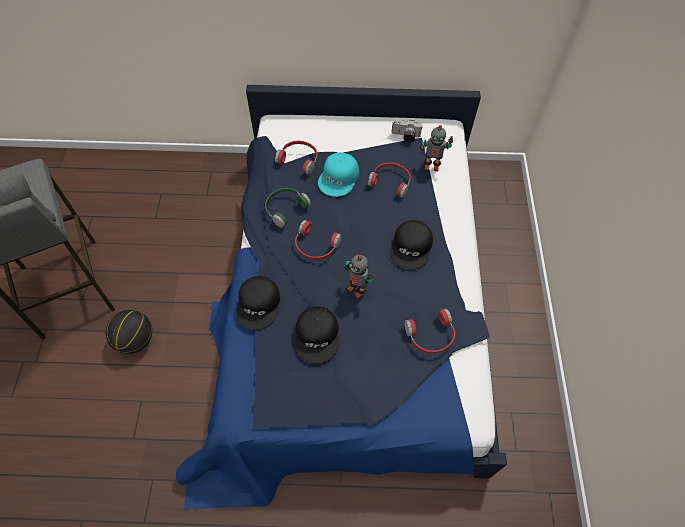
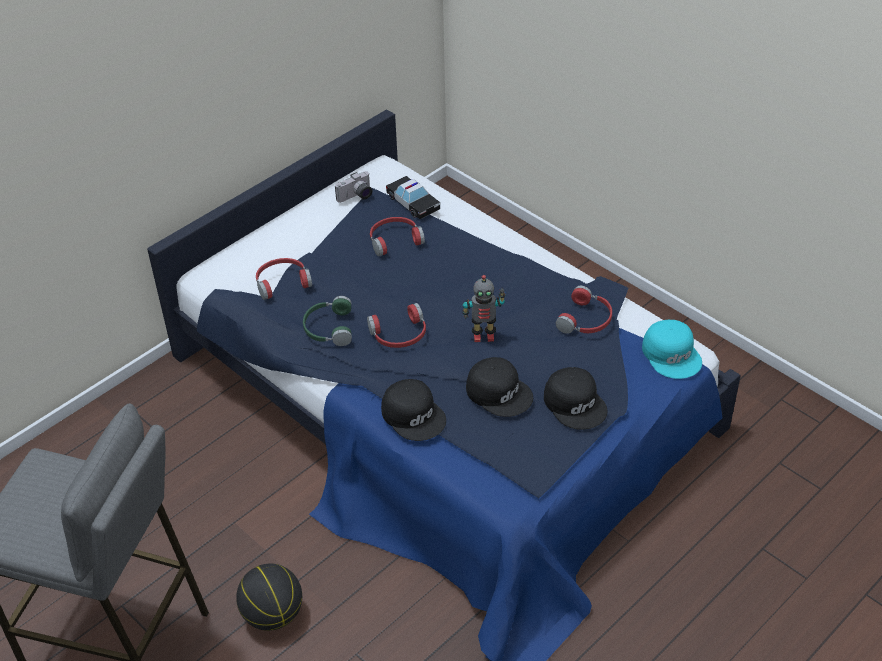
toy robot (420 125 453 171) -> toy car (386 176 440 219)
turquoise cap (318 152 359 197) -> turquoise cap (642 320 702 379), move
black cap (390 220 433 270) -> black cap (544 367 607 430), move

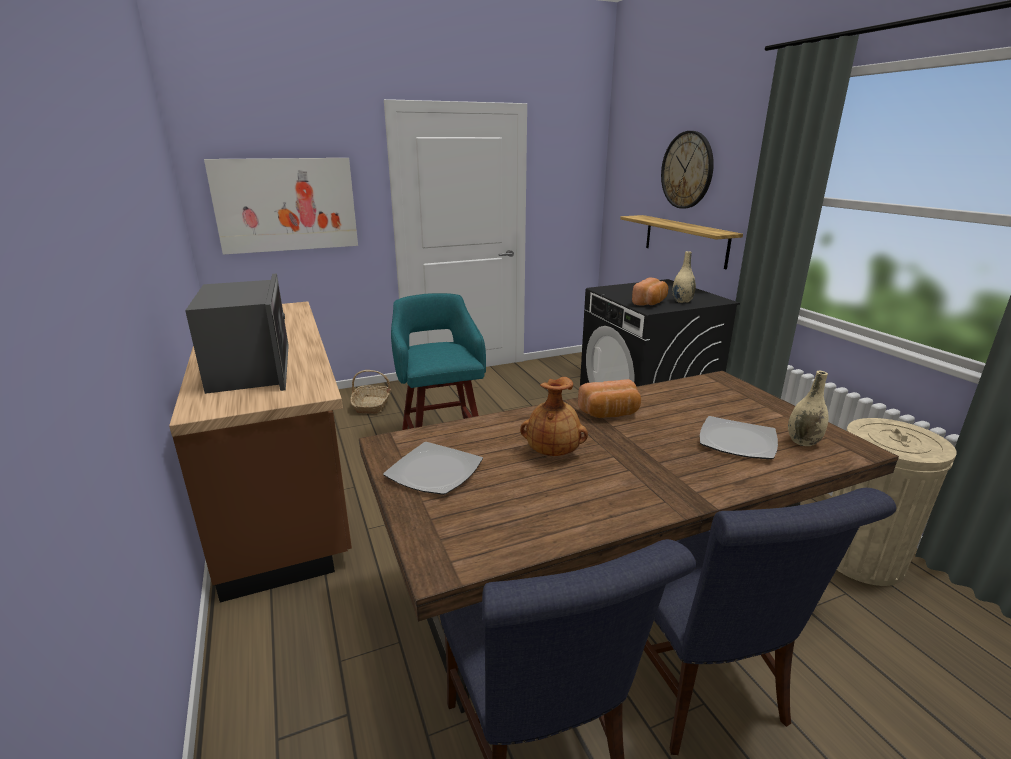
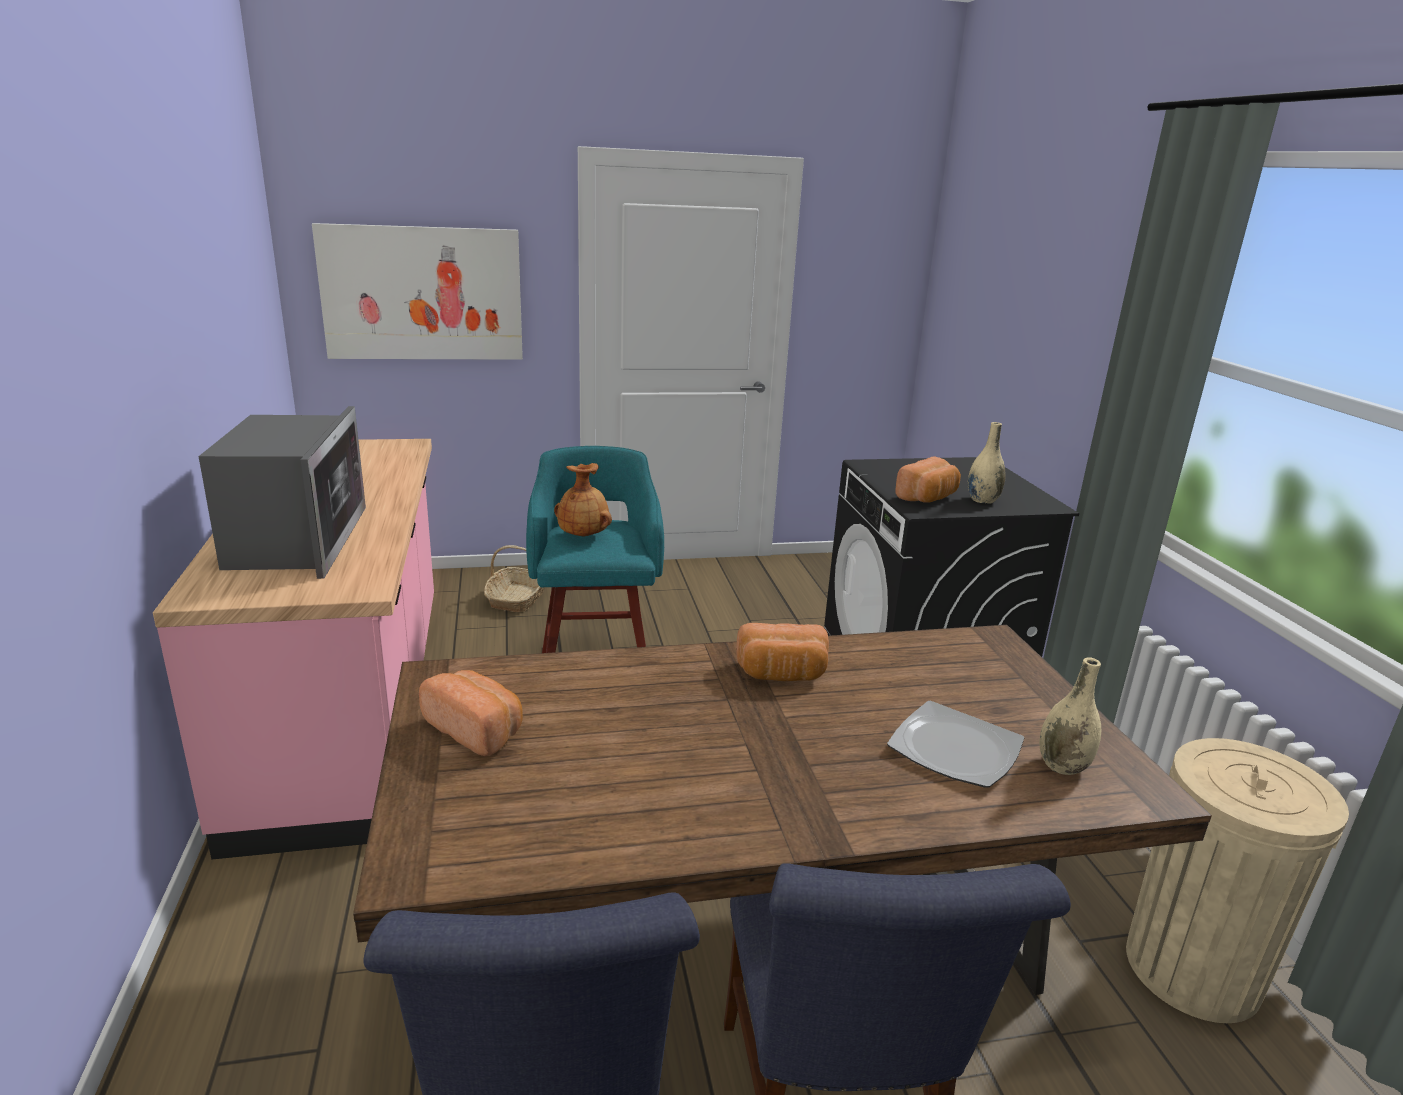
wall clock (661 131 714 209) -> none
shelf (620 215 743 269) -> none
brown counter (169 301 352 602) -> pink counter (153 439 434 860)
brown vase (520 377 588 456) -> brown vase (554 463 612 537), move
plate (383 442 483 495) -> bread (419 670 523 756)

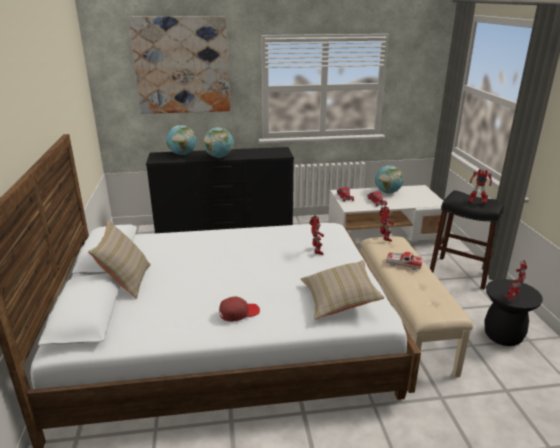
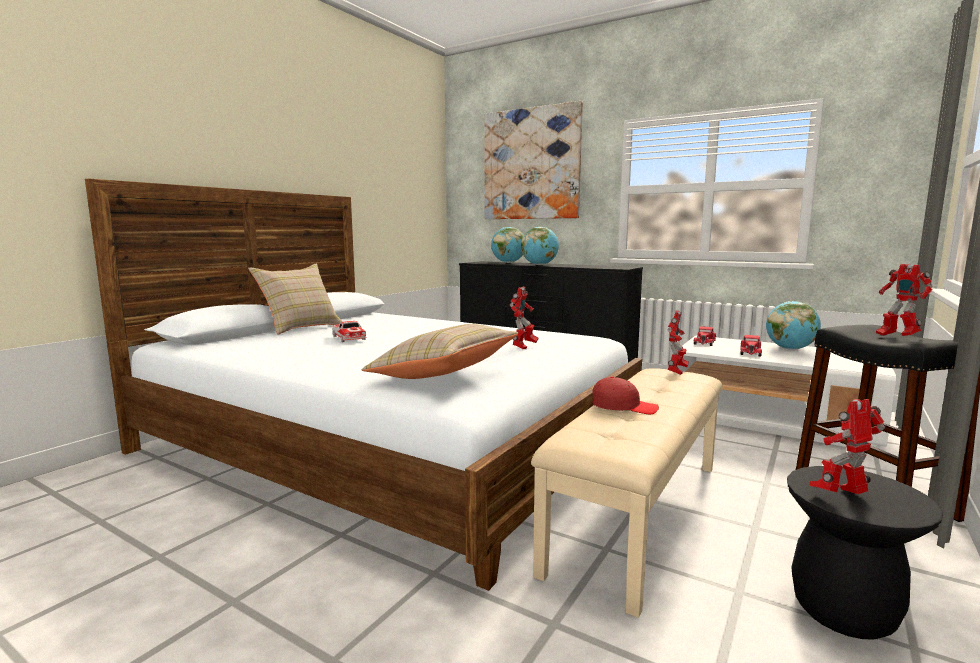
toy car (386 252 423 270) -> toy car (332 321 367 342), move
red cap (219 297 260 322) -> red cap (592 376 659 414), move

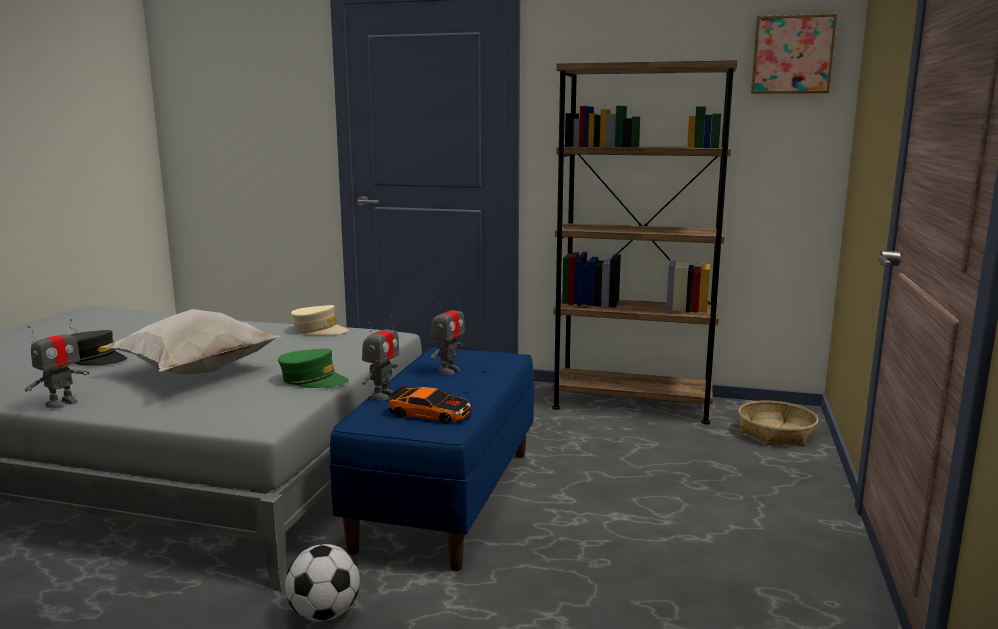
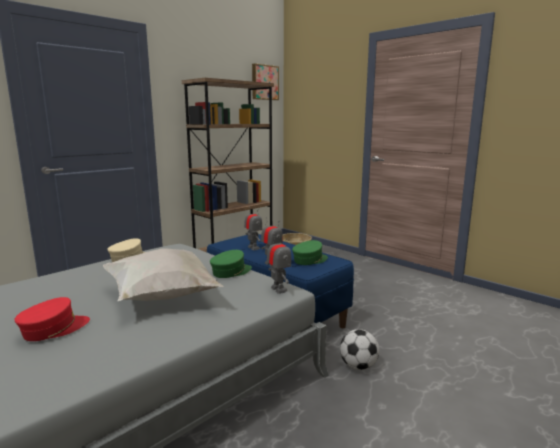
toy robot (25 319 89 409) -> toy robot (267 236 291 294), move
grey cap (70 330 127 366) -> red cap (15 297 90 341)
toy car (388 386 471 424) -> green cap (292 240 328 265)

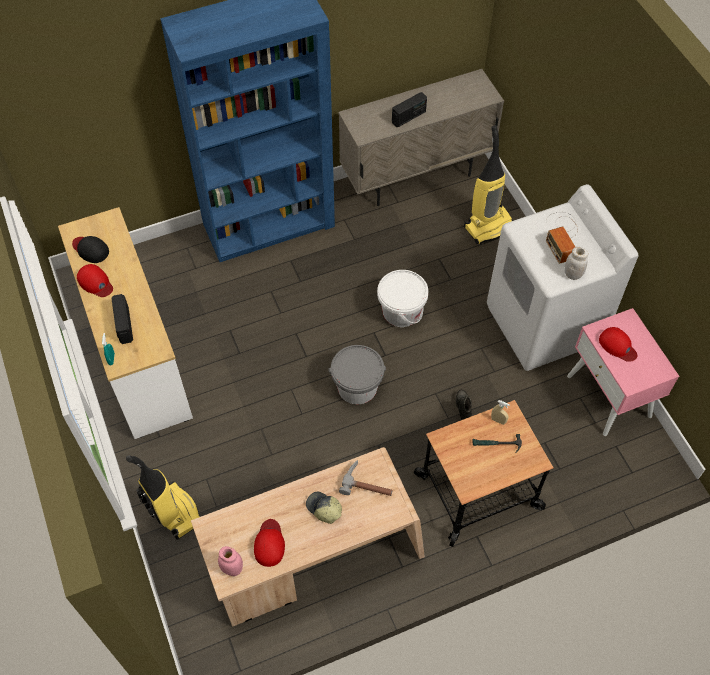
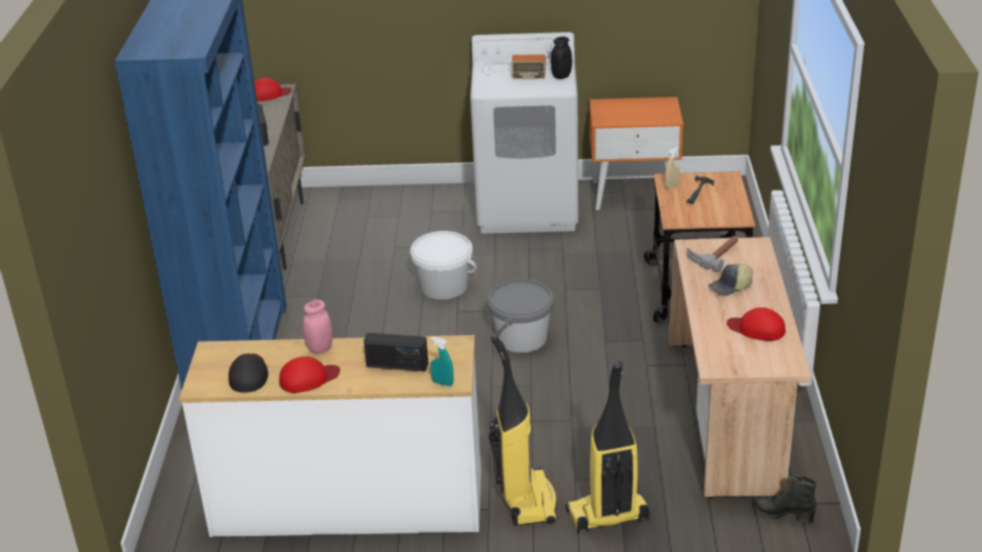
vacuum cleaner (464 125 514 244) -> vacuum cleaner (489 334 557 526), move
black cap (72 236 109 263) -> black cap (228 354 268 393), 120 degrees clockwise
white jar (564 247 588 280) -> black jar (551 37 572 79)
pink nightstand (567 308 679 436) -> orange nightstand (589 97 683 210)
red cap (599 327 637 362) -> red cap (254 78 292 101), move
black boot (456 390 472 420) -> black boot (753 475 817 524), move
pink jar (218 546 243 576) -> pink jar (303 300 333 354), move

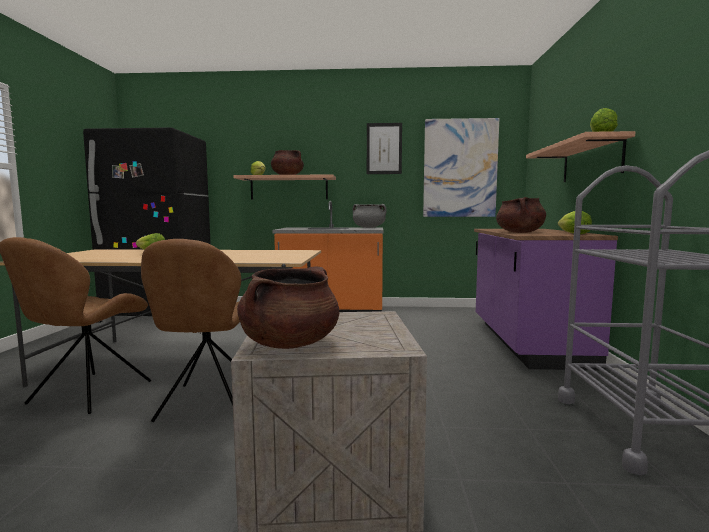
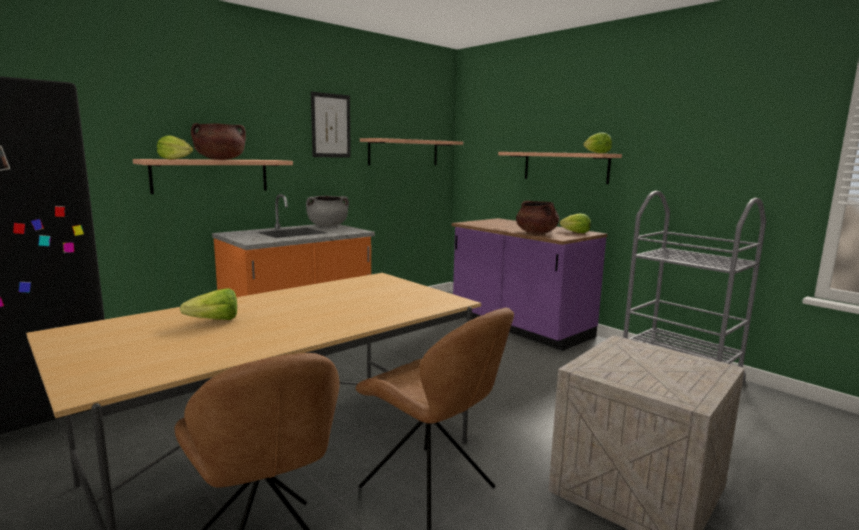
picture (423 118 500 217) -> shelf (360 138 463 165)
brown cooking pot (237 266 339 349) -> none

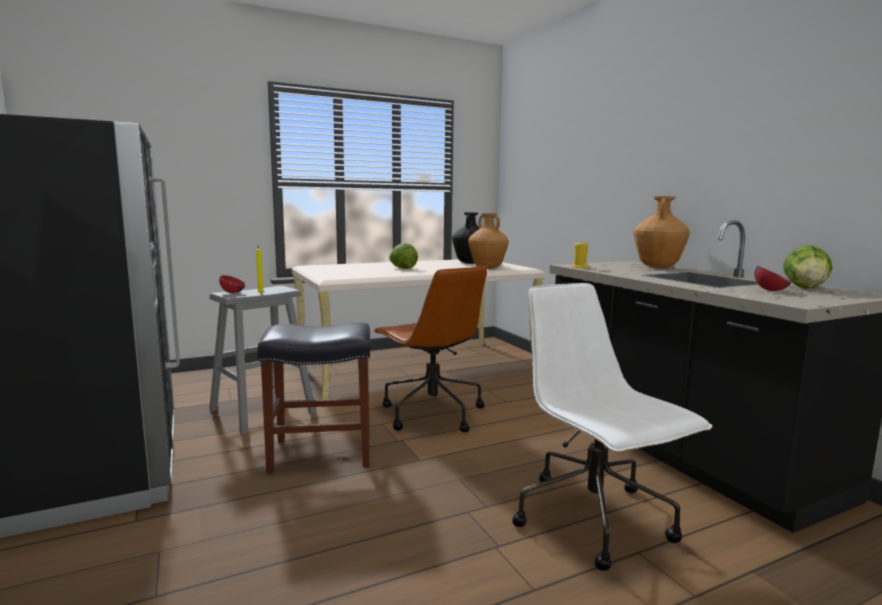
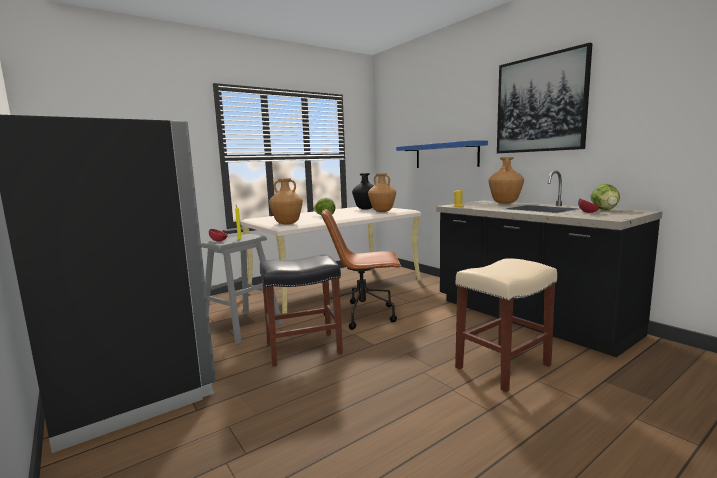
brown office chair (373 266 487 432) -> brown office chair (321 209 401 330), 135 degrees clockwise
white office chair (512 283 713 571) -> beige stool (455 258 557 392)
none -> picture (497 43 593 153)
none -> blue shelf (396 140 488 168)
none -> brown vase (269 178 303 225)

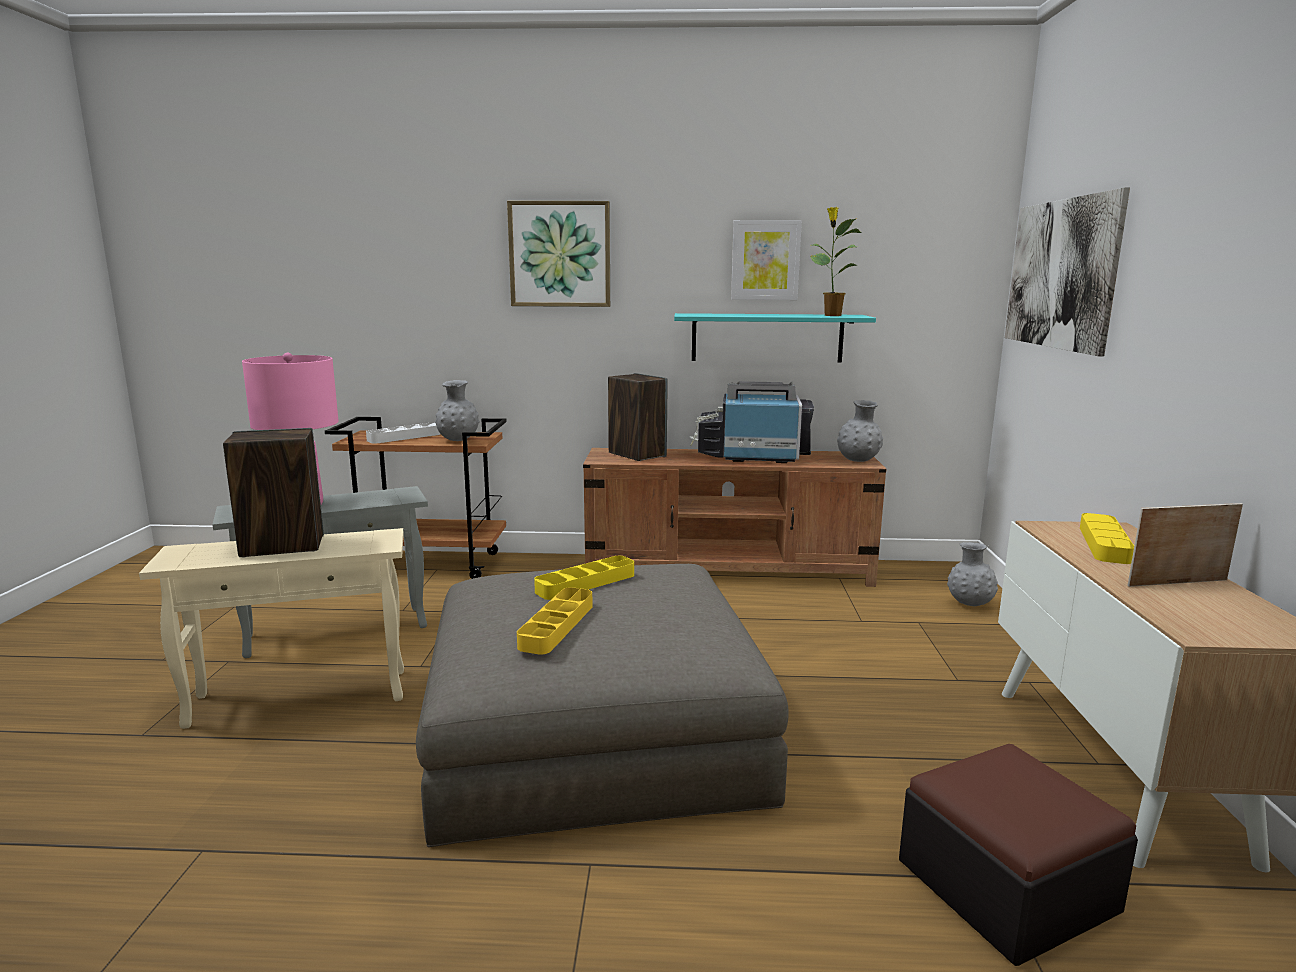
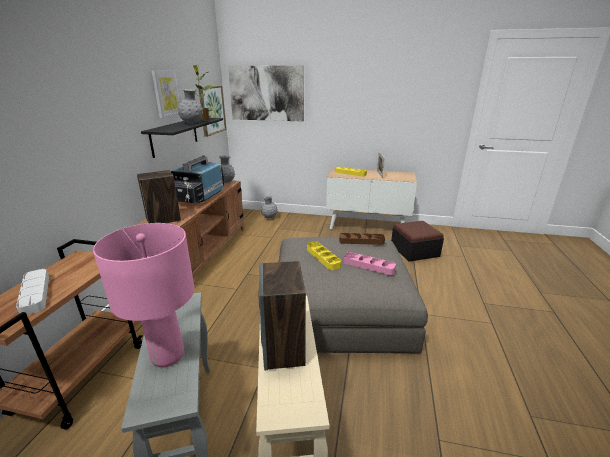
picture (507 201 610 307) -> picture (198 86 226 137), move
turquoise shelf (674 313 876 362) -> black shelf (141 118 223 158)
grey vase (435 380 480 441) -> grey vase (178 89 203 124), move
yellow tray (517 587 593 655) -> pink tray (344 252 396 275)
none -> brown tray (339 233 385 245)

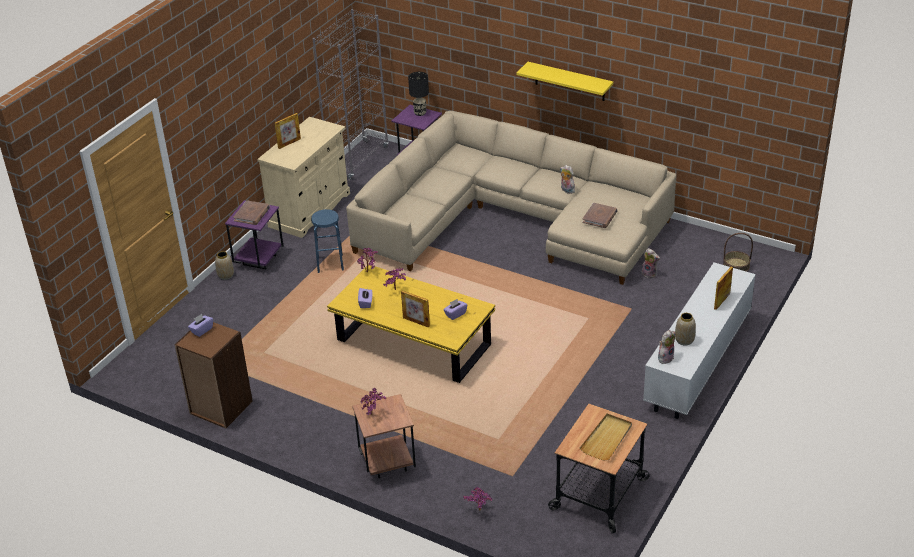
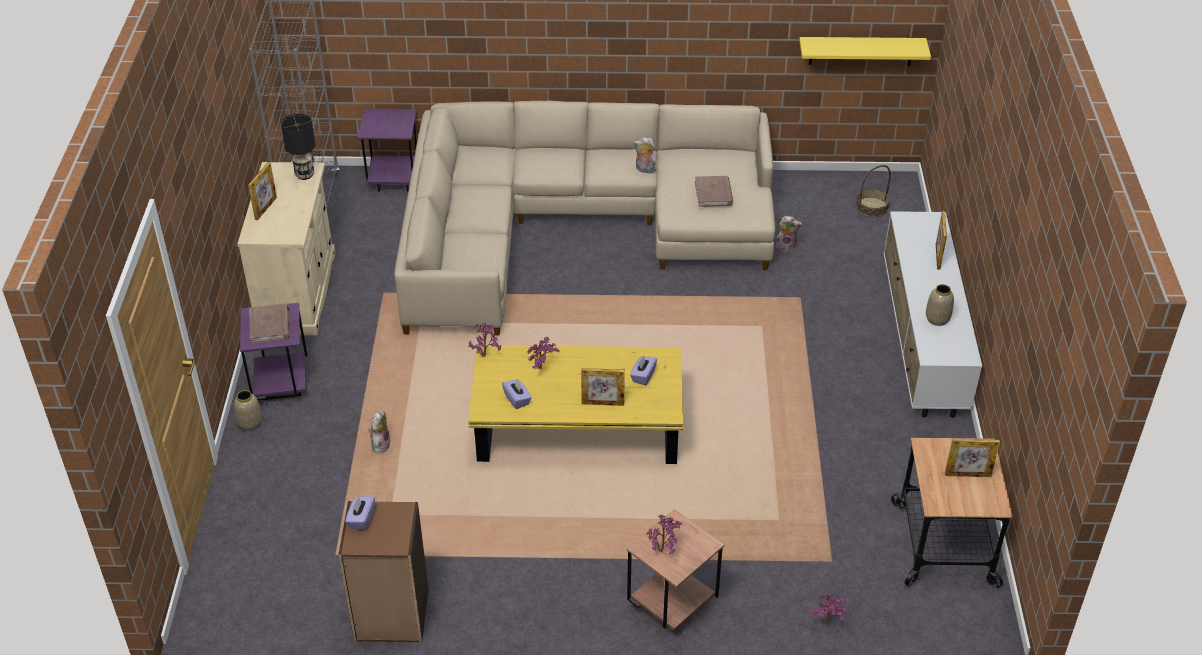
yellow shelf (516 62 613 101) -> yellow shelf (799 37 931 66), move
black table lamp (408 72 429 116) -> black table lamp (281 114 315 180), move
blue stool (311 209 344 273) -> none
plush toy (658 330 675 364) -> plush toy (368 410 390 455), move
beige tray (580 414 632 461) -> picture frame (945 439 1000 477)

